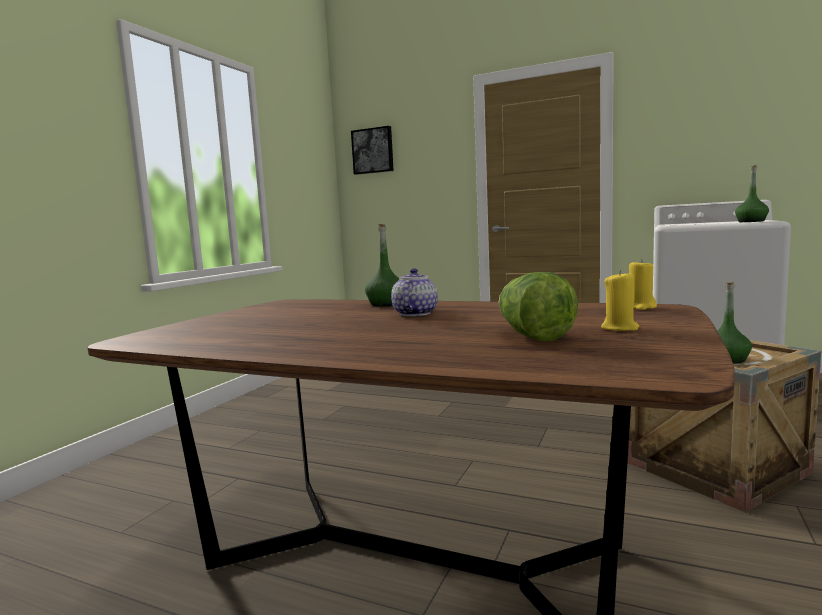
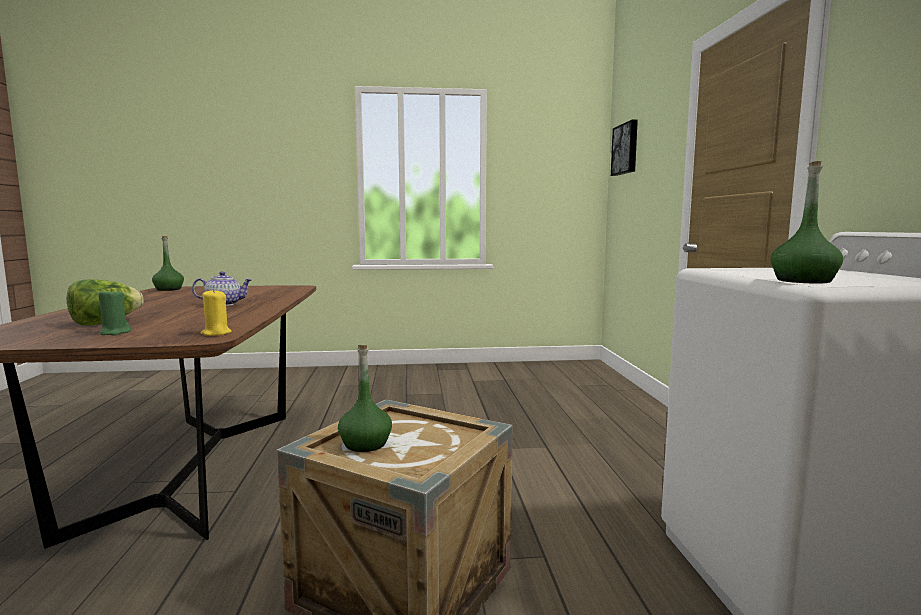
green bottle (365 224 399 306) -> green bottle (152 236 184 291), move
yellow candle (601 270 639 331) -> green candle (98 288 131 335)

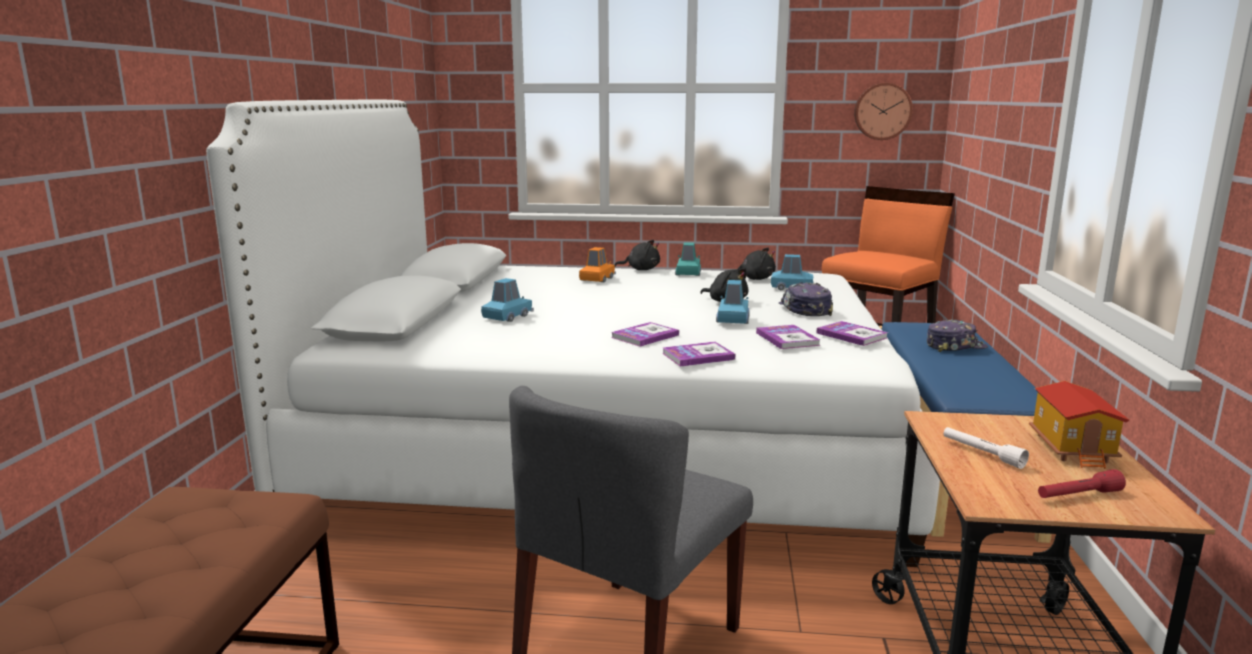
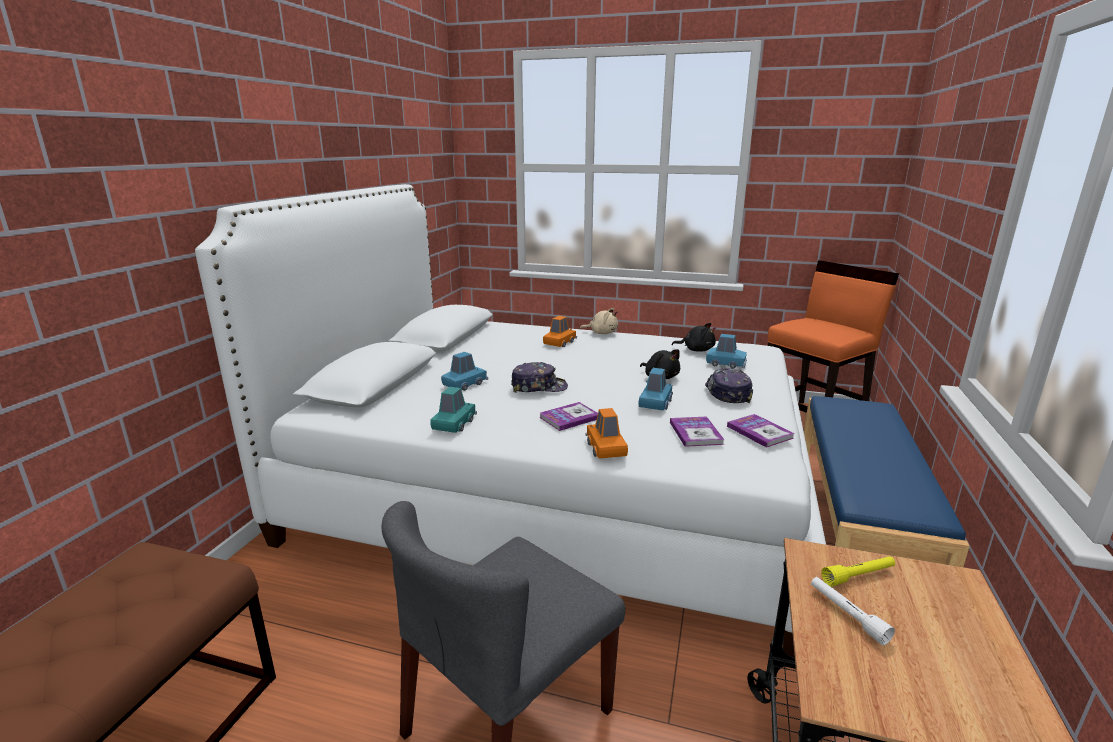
wall clock (854 83 913 140) -> none
black plush toy (615 240 660 270) -> beige plush toy (580 308 618 334)
turquoise toy car (675 242 701 276) -> turquoise toy car (430 387 477 433), move
cap (927 319 988 352) -> cap (511 362 568 393), move
book (662 342 735 367) -> orange toy car (585 408 628 459)
toy house (1029 381 1129 469) -> none
red flashlight (1038 469 1126 498) -> none
none -> yellow flashlight (821 556 895 587)

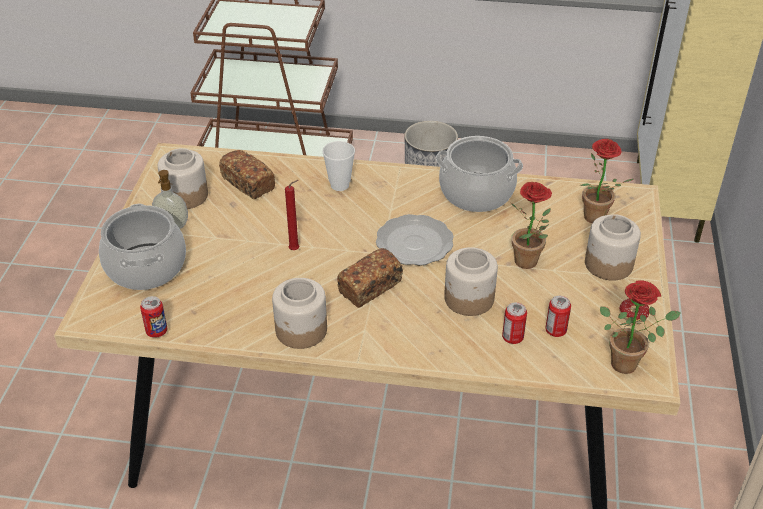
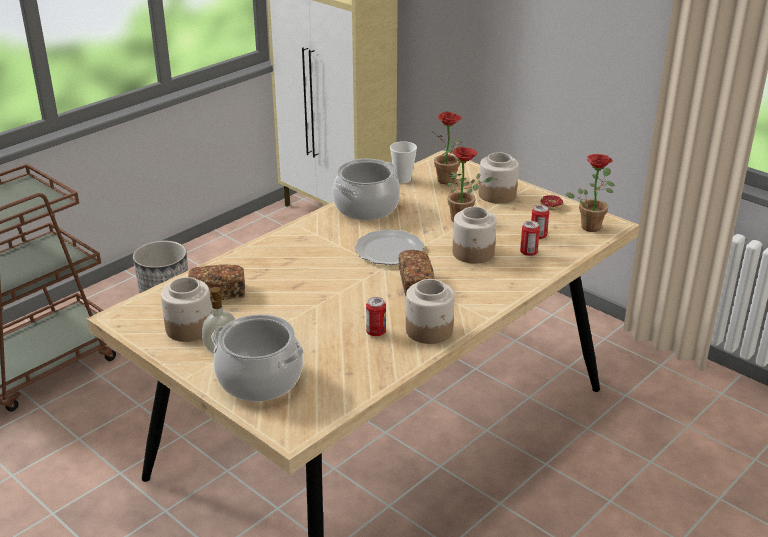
cup (322 141 355 191) -> cup (390 141 417 183), move
red candle (285 180 299 250) -> none
can (140 296 168 338) -> can (366 297 386 336), move

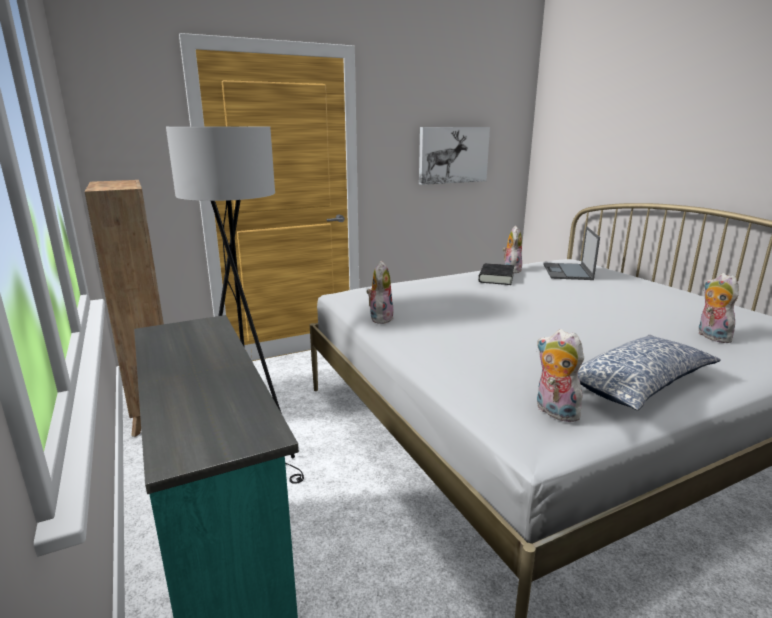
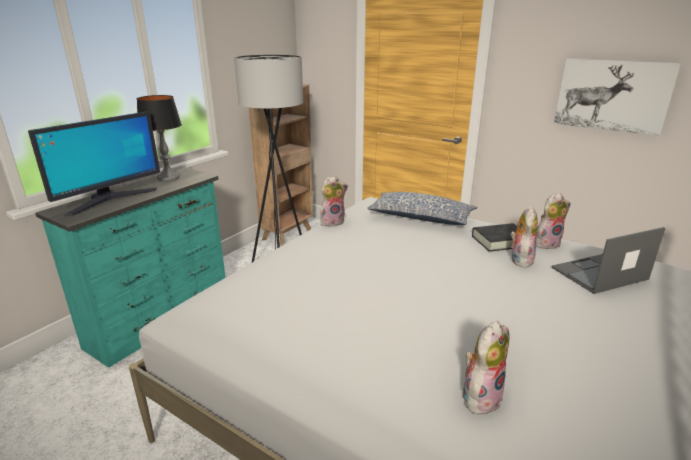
plush toy (536 329 584 422) -> plush toy (510 205 538 268), move
pillow (578 334 721 410) -> pillow (367 192 478 225), move
none -> table lamp (137 95 182 181)
none -> monitor (28 111 160 216)

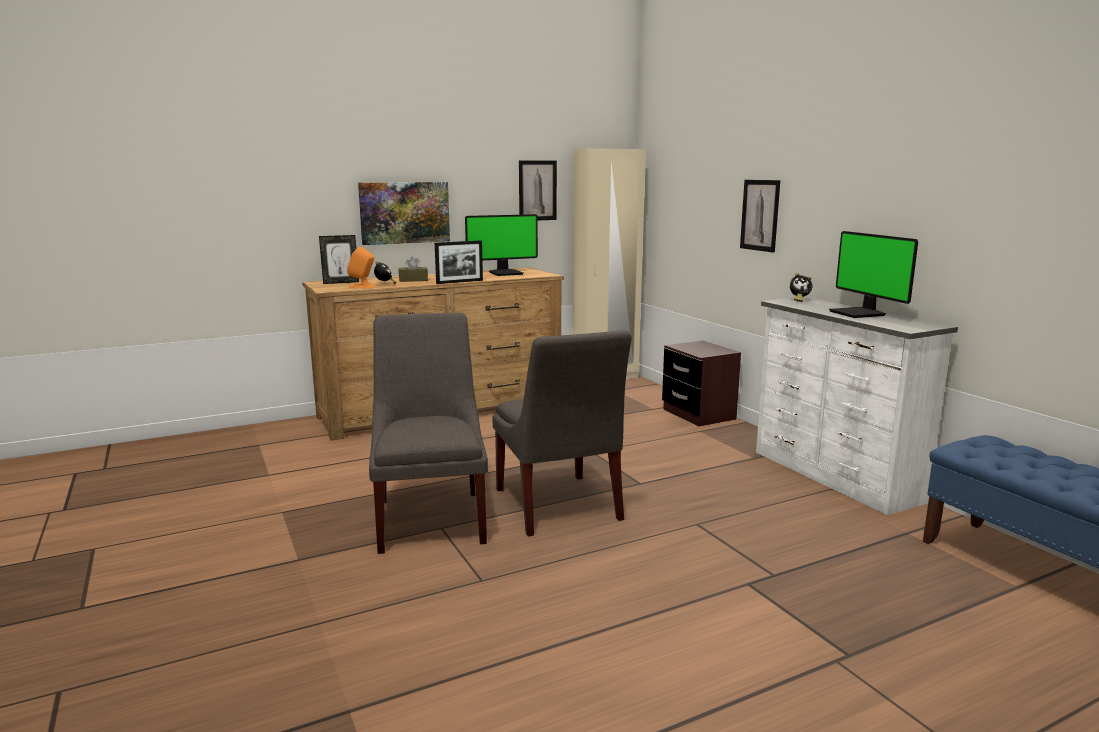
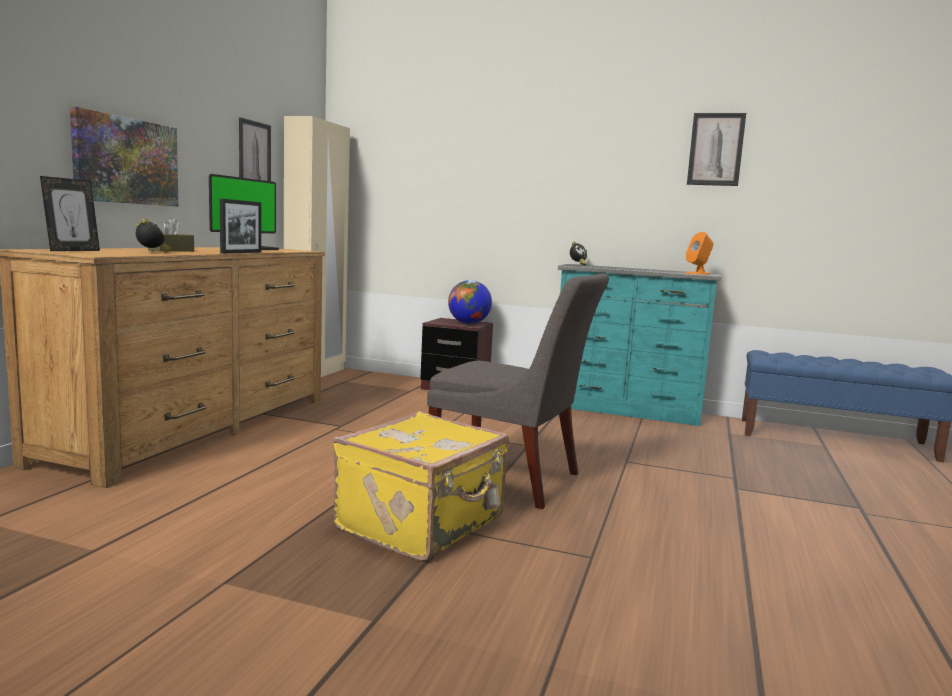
picture (740 180 780 253) -> picture (687 113 746 186), move
monitor (829 231 918 318) -> none
orange speaker (347 246 376 288) -> orange speaker (685 232 713 275), move
white dresser (756 297 958 516) -> turquoise dresser (558 264 721 426)
grey chair (369 313 488 554) -> yellow suitcase (333 411 509 561)
none -> globe (448 280 492 324)

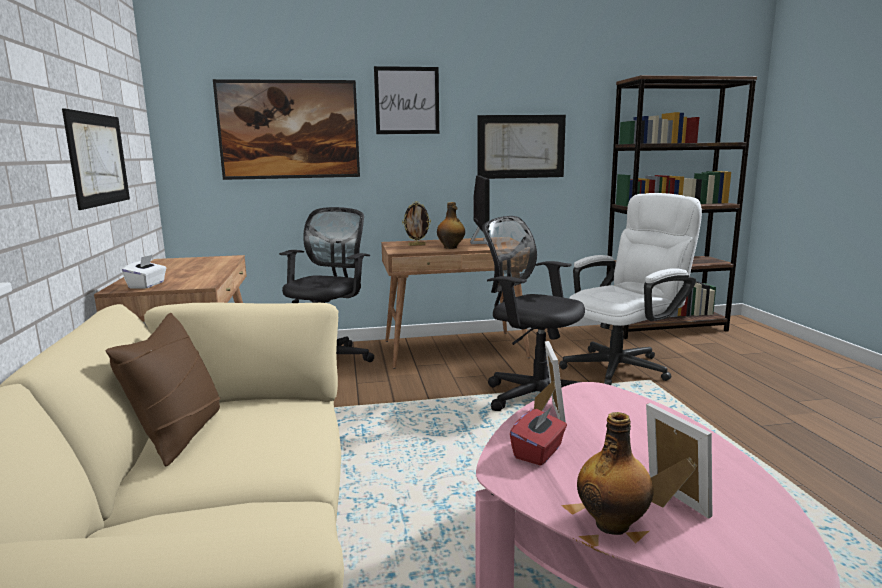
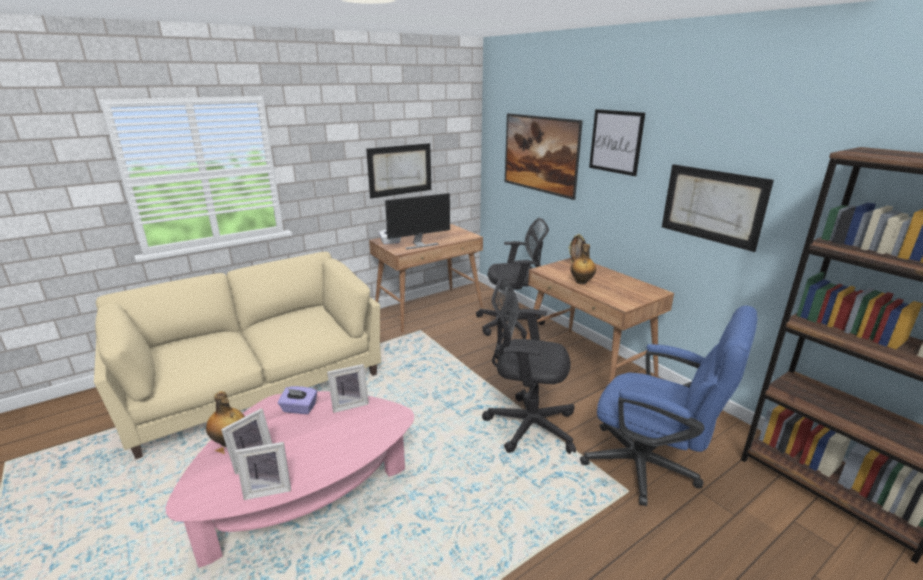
monitor (470 175 490 247) -> monitor (385 193 450 250), move
white office chair (559 193 702 385) -> blue office chair (580 305 757 506)
black office chair (482 216 585 411) -> black office chair (482 277 576 454), 90 degrees counterclockwise
brown pillow (106 313 221 466) -> none
red tissue box (510 407 567 466) -> purple tissue box (278 386 317 414)
none -> picture frame (235 442 291 500)

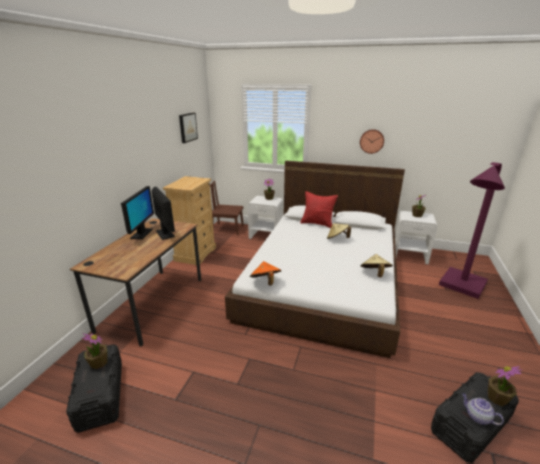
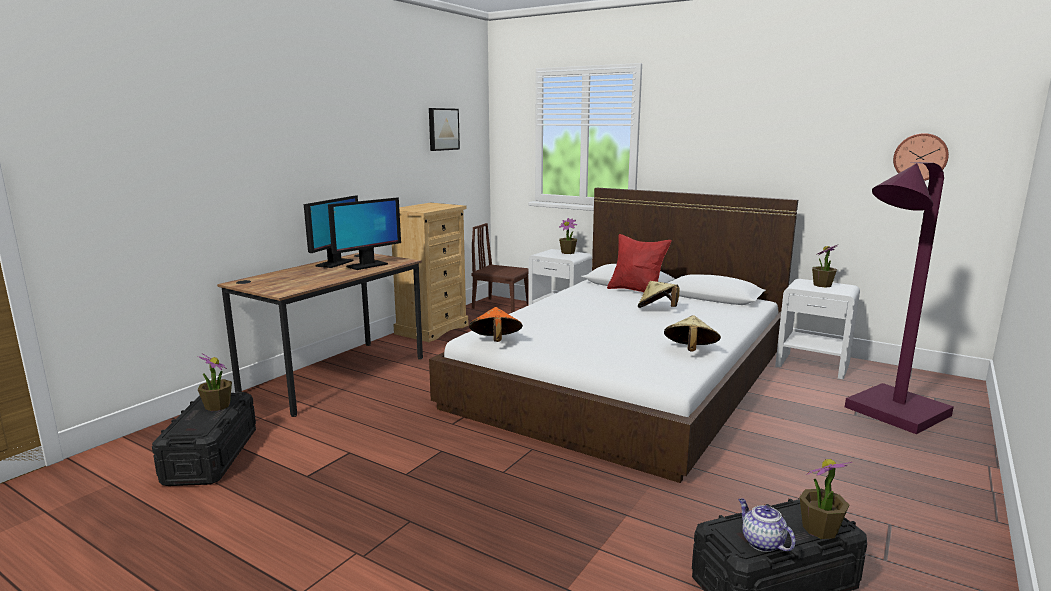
wall clock (360 129 384 154) -> wall clock (893 133 949 181), move
monitor (152 187 175 240) -> monitor (328 197 401 270), 60 degrees clockwise

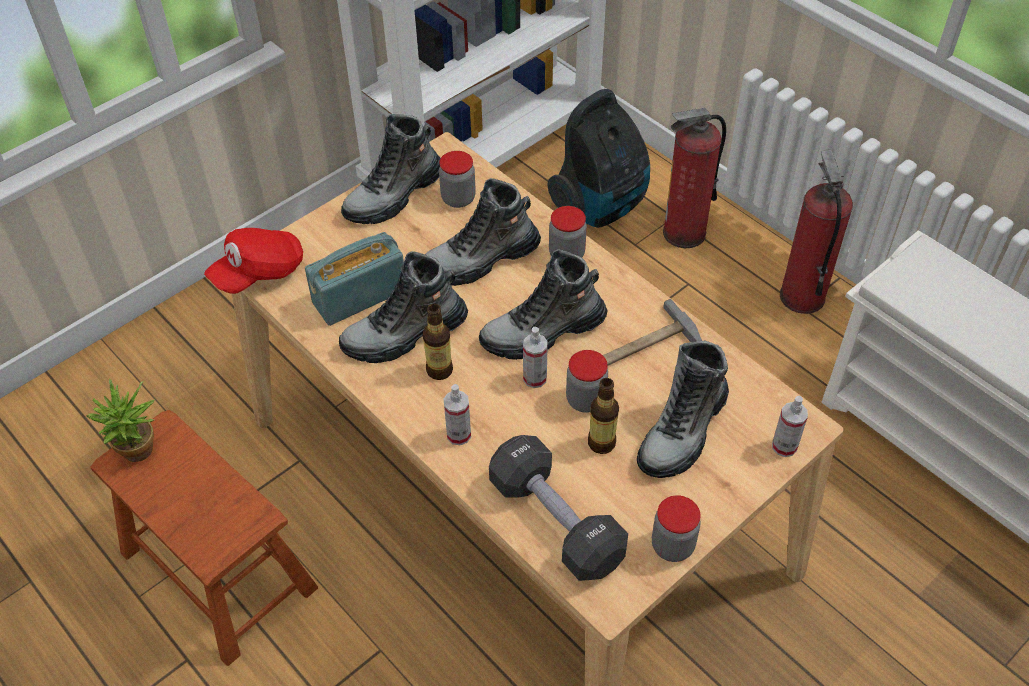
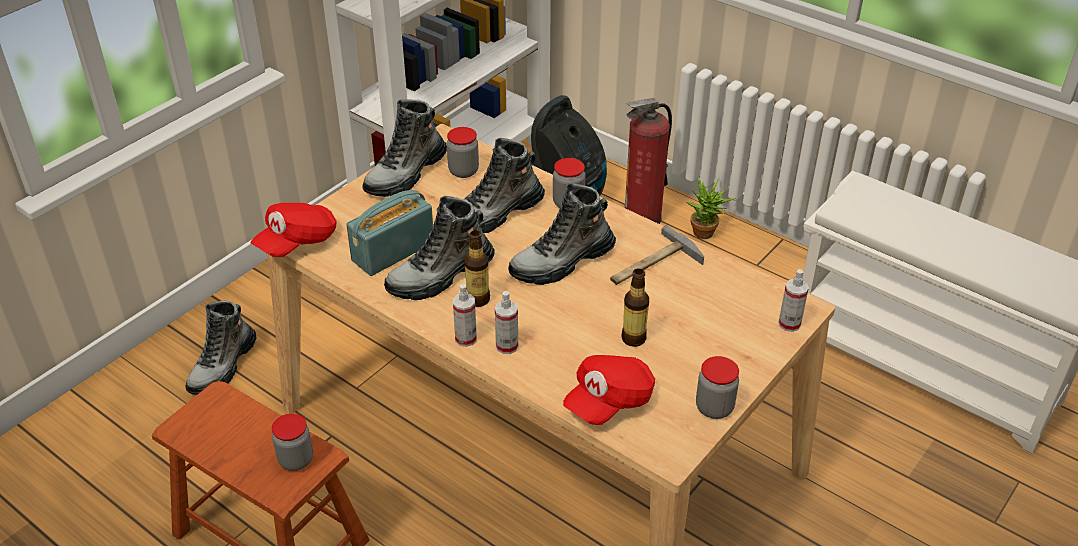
fire extinguisher (780 150 853 314) -> none
spray bottle (523 327 548 388) -> spray bottle (453 284 477 347), move
boot (637 341 729 478) -> boot (186 300 257 395), move
jar (566 350 608 413) -> jar (272 413 313 471), move
potted plant (87 379 155 462) -> potted plant (687 177 735 239), move
black dumbbell (489 435 628 581) -> red cap (563 355 655 425)

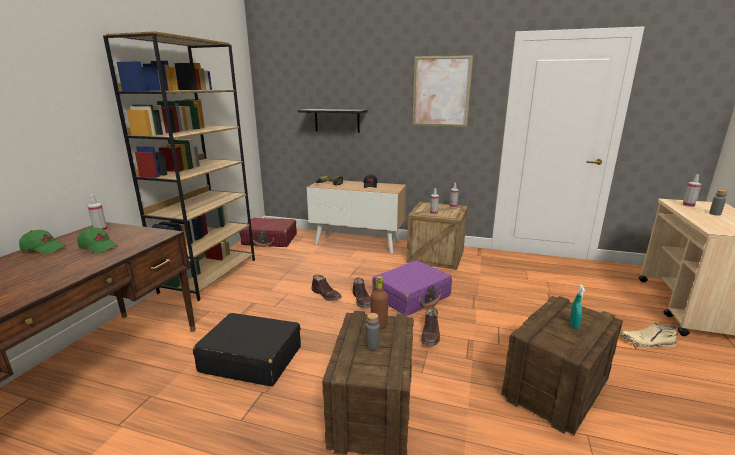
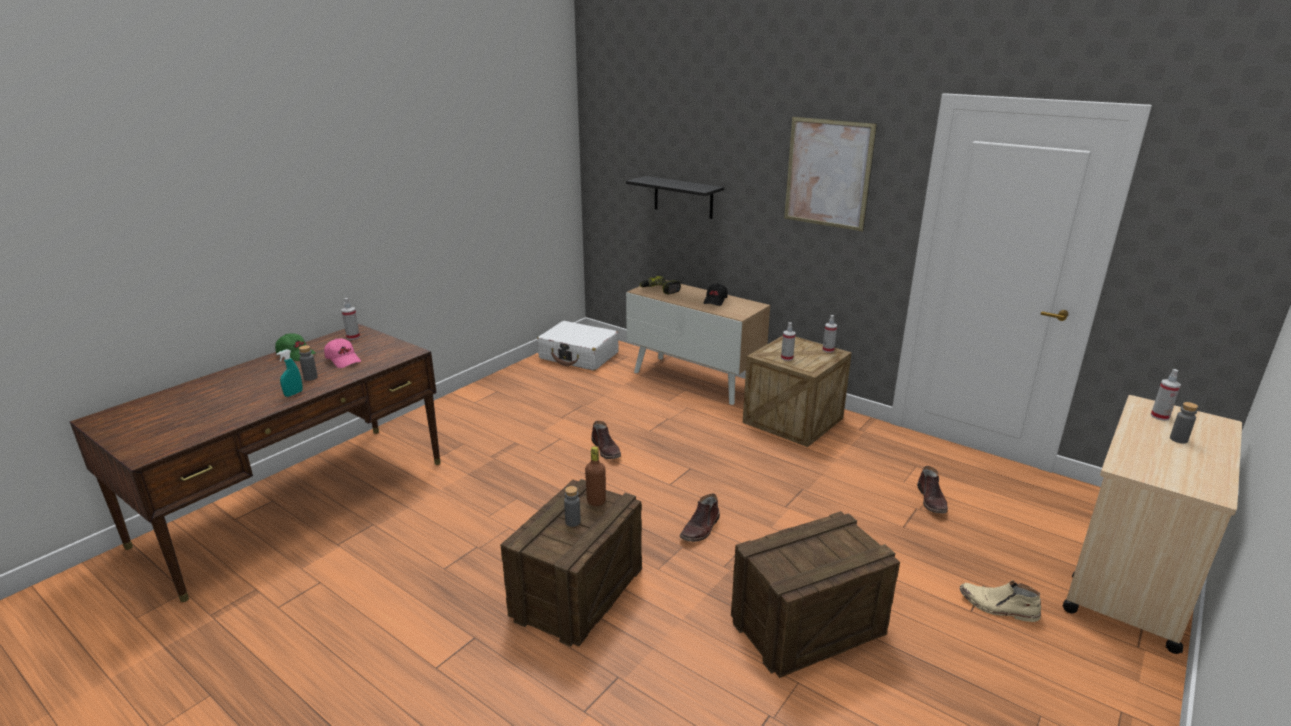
brown bookcase (103 31 255 301) -> none
red suitcase (239 218 297 247) -> white suitcase (537 321 619 371)
green cap (77 228 118 254) -> pink cap (324 338 361 368)
purple suitcase (372 260 452 316) -> none
brown boot (353 277 371 308) -> brown boot (917 466 948 514), move
turquoise spray bottle (570 285 585 329) -> turquoise spray bottle (276 349 303 397), move
black suitcase (193 313 301 386) -> none
none -> grey bottle (299 345 318 381)

